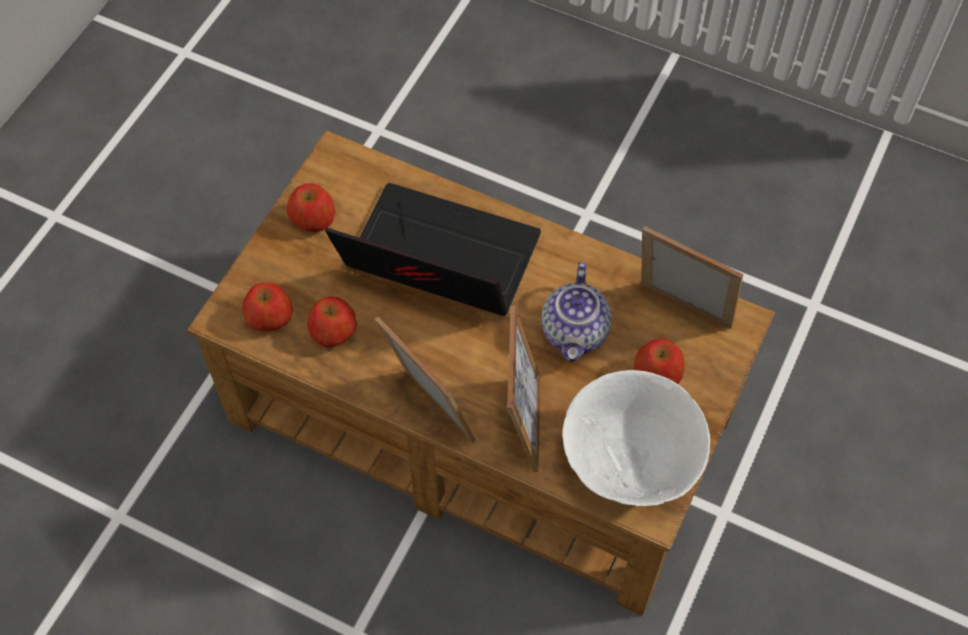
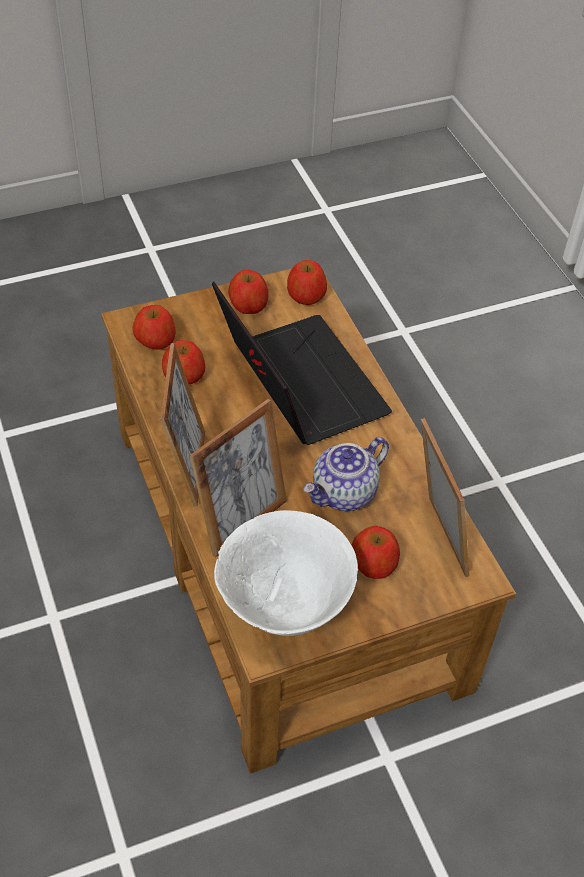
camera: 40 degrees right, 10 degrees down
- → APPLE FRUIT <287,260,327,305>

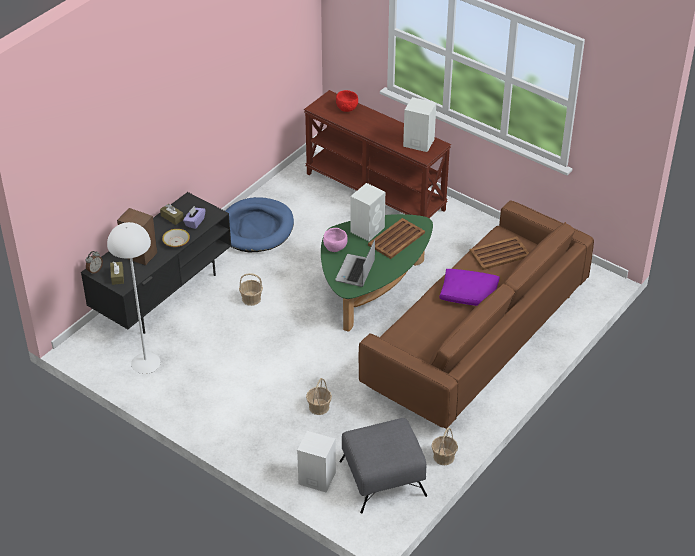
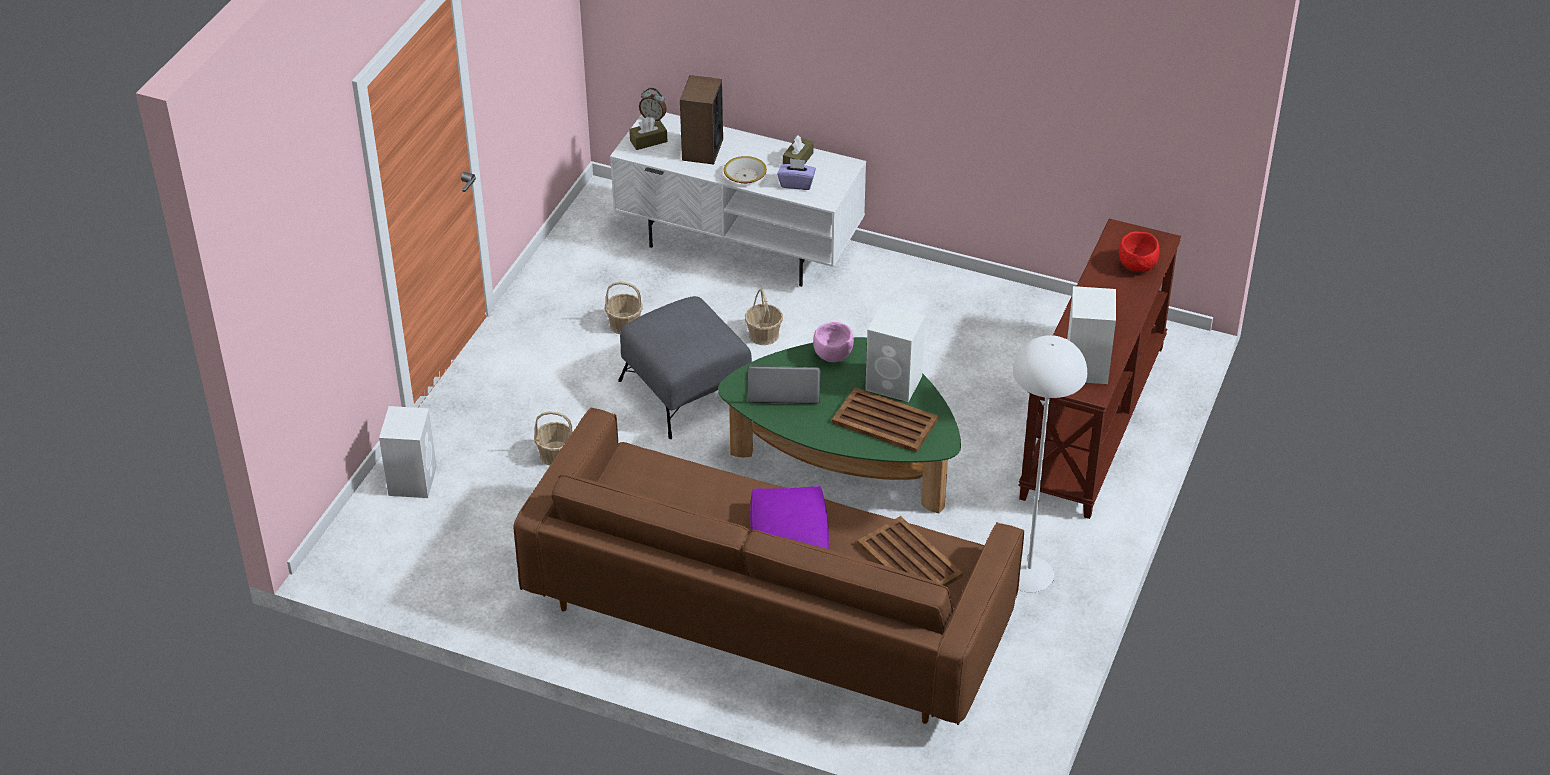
camera: 75 degrees right, 0 degrees up
BLACK-COLOURED MEDIA CONSOLE <81,192,231,334> → WHITE MEDIA CONSOLE <610,113,866,287>
BLUE DOG BED <226,197,294,252> → -
WHITE STANDARD LAMP <107,222,161,374> → WHITE STANDARD LAMP <1013,335,1087,592>, moved
GREYISH OTTOMAN <340,418,427,513> → GREYISH OTTOMAN <618,296,752,439>, moved
STORAGE BASKET <431,428,458,465> → STORAGE BASKET <605,282,643,334>, moved

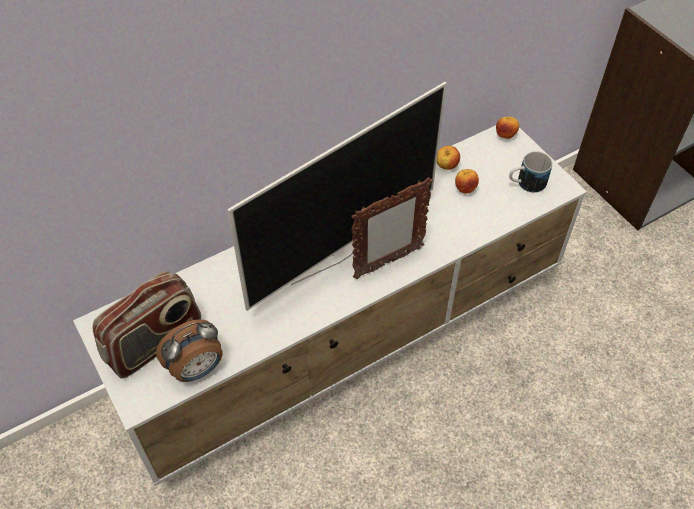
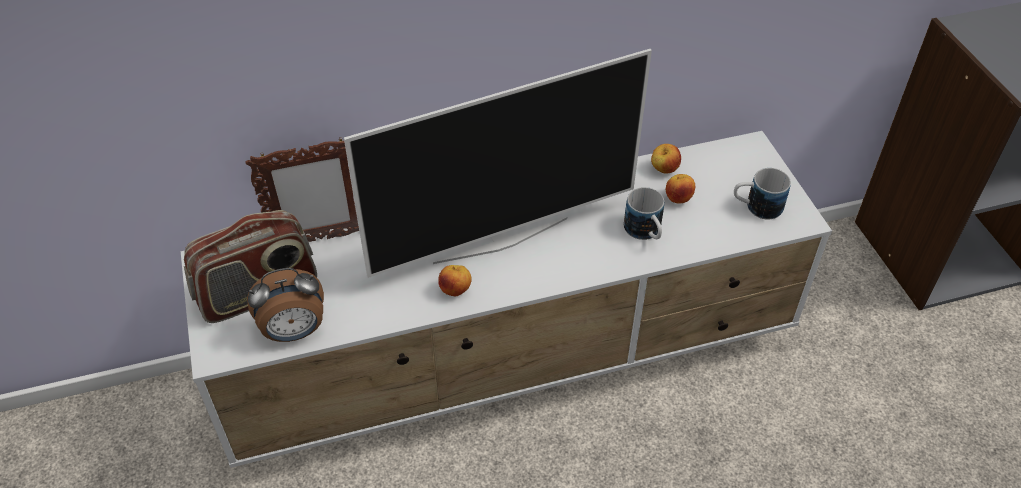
camera: 15 degrees right, 5 degrees down
APPLE FRUIT <496,117,519,139> → APPLE FRUIT <438,265,472,296>, moved
PICTURE FRAME <351,177,433,279> → PICTURE FRAME <246,139,359,242>, moved
- → COFFEE MUG <624,187,664,240>

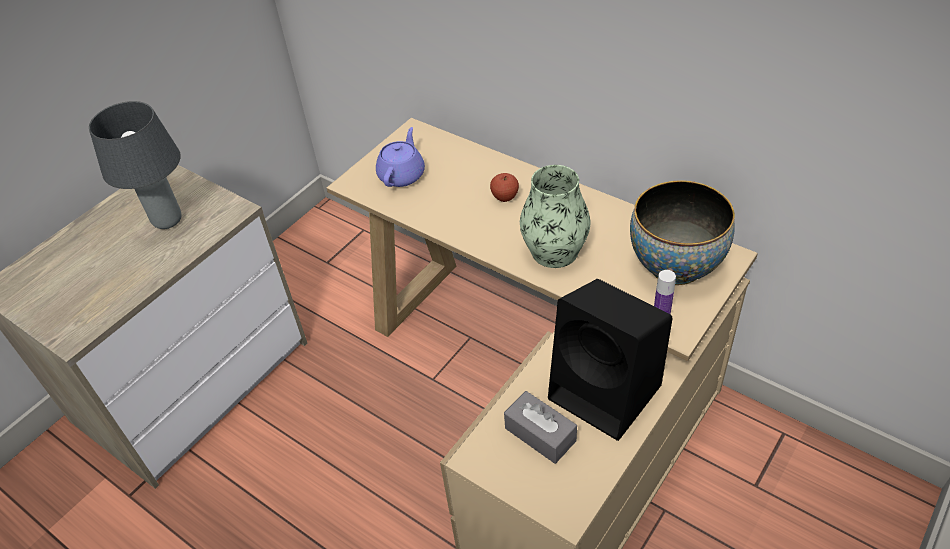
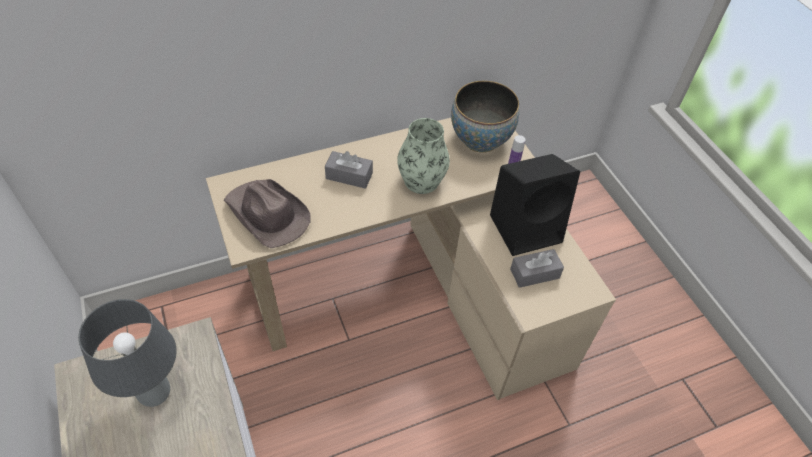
camera: 65 degrees left, 5 degrees up
PURPLE TEA POT <376,127,425,187> → BROWNISH HAT <224,179,310,248>
APPLE FRUIT <490,173,519,202> → GREYISH BOX OF TISSUES <325,151,373,189>

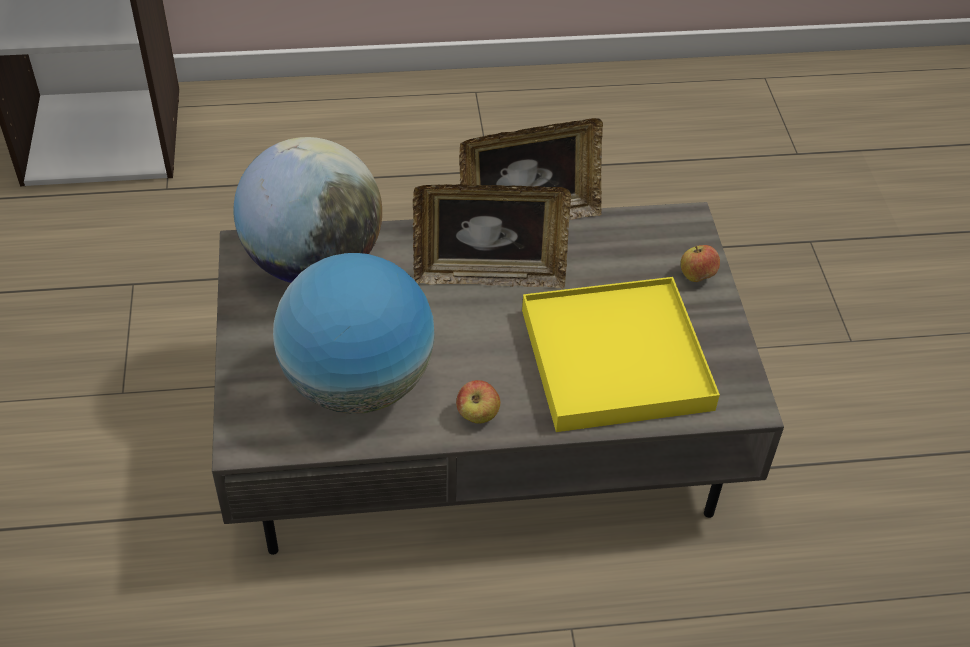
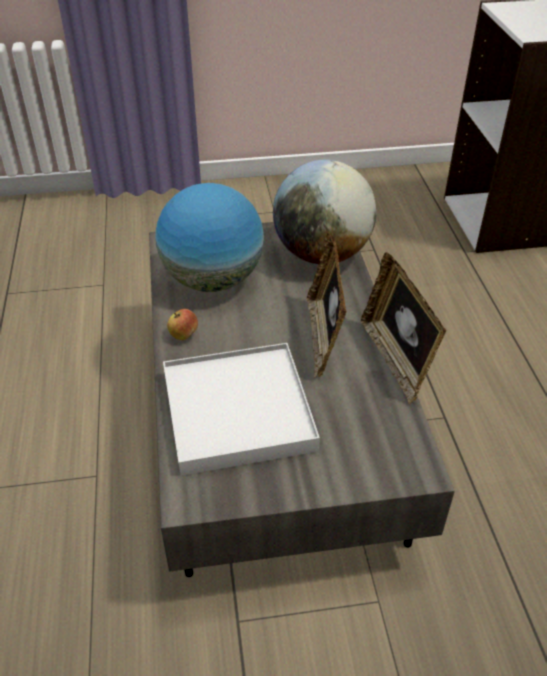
camera: 90 degrees right, 5 degrees down
APPLE FRUIT <681,245,720,282> → -
YELLOW-COLOURED CARRYING TRAY <522,277,720,432> → WHITE CARRYING TRAY <163,343,320,476>

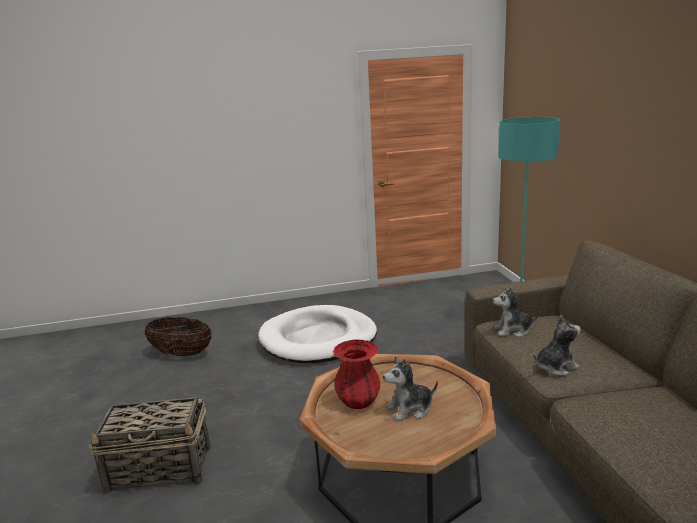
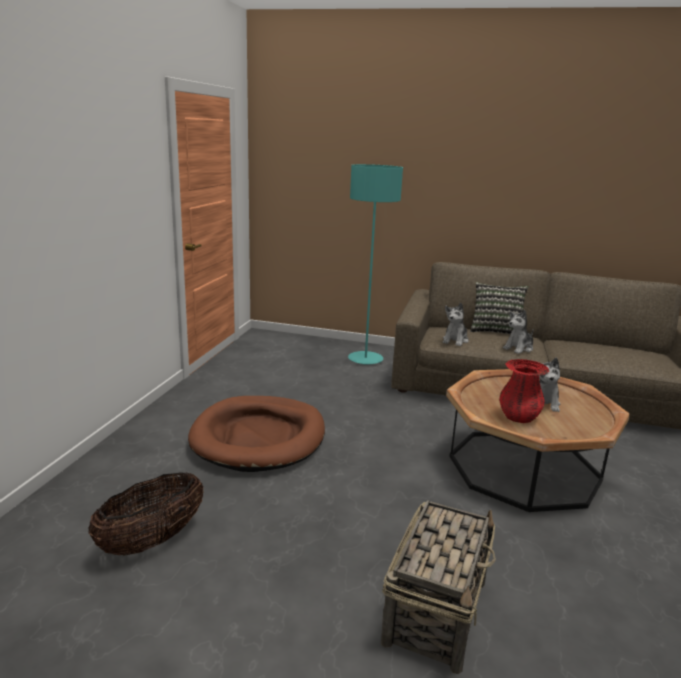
camera: 65 degrees left, 0 degrees up
WHITE DOG BED <258,305,377,363> → BROWNISH DOG BED <188,396,325,472>
CUDDLY TOY <534,315,581,376> → CUDDLY TOY <503,310,534,354>, 135 degrees counterclockwise
- → CUSHION <470,282,529,334>

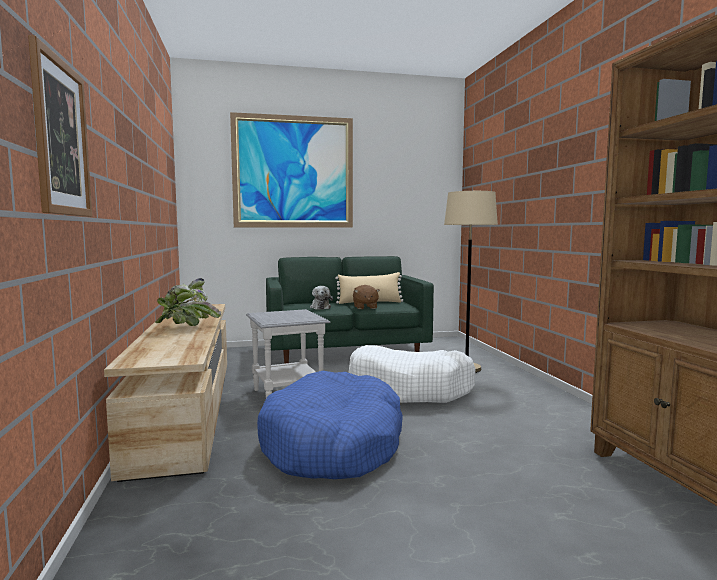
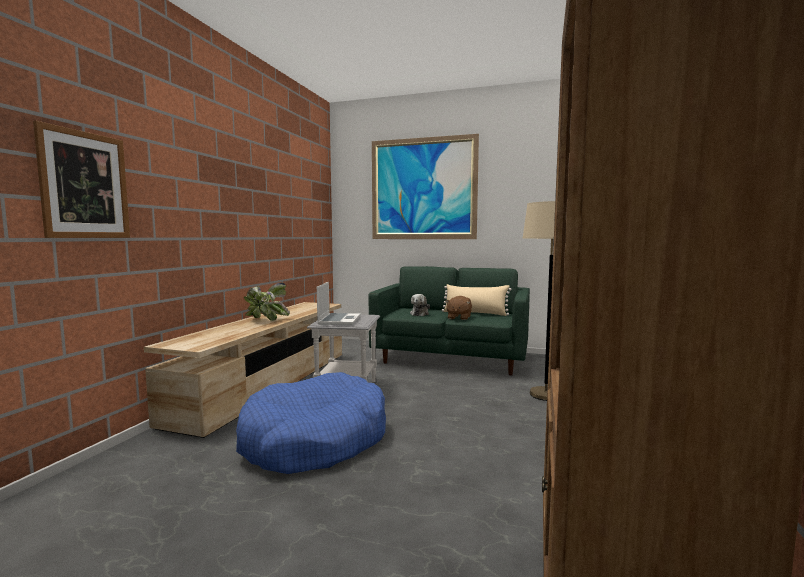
camera: 30 degrees right, 0 degrees up
WHITE DOG BED <349,345,476,403> → -
- → NOTEBOOK COMPUTER <317,282,360,325>

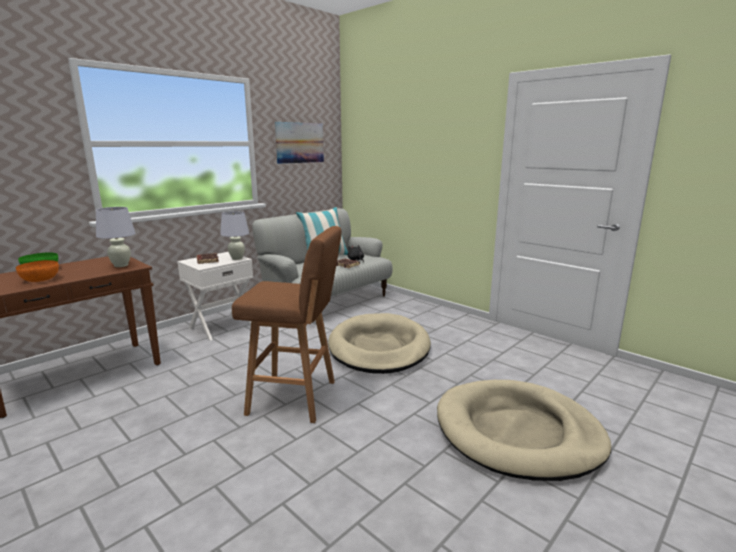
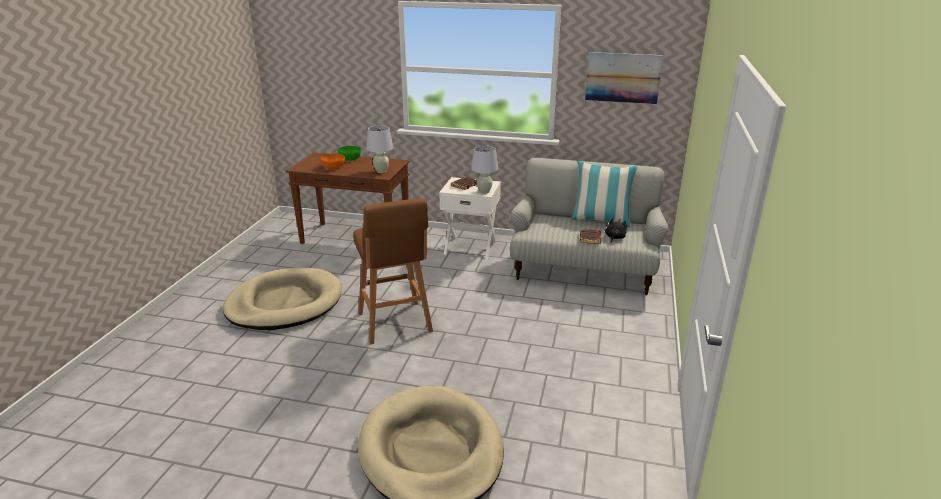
camera: 60 degrees right, 10 degrees up
SAND-COLOURED DOG BED <328,313,431,374> → SAND-COLOURED DOG BED <223,268,342,330>, moved

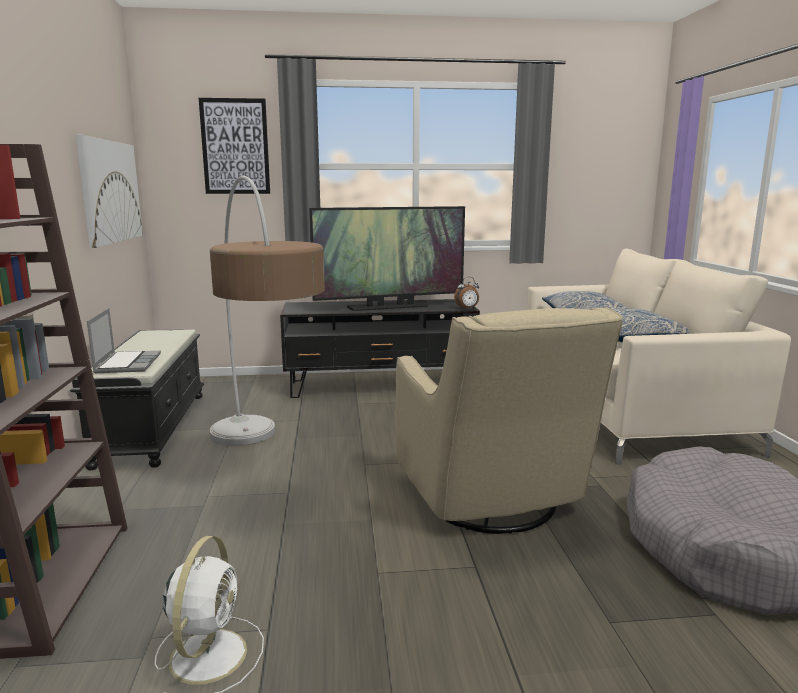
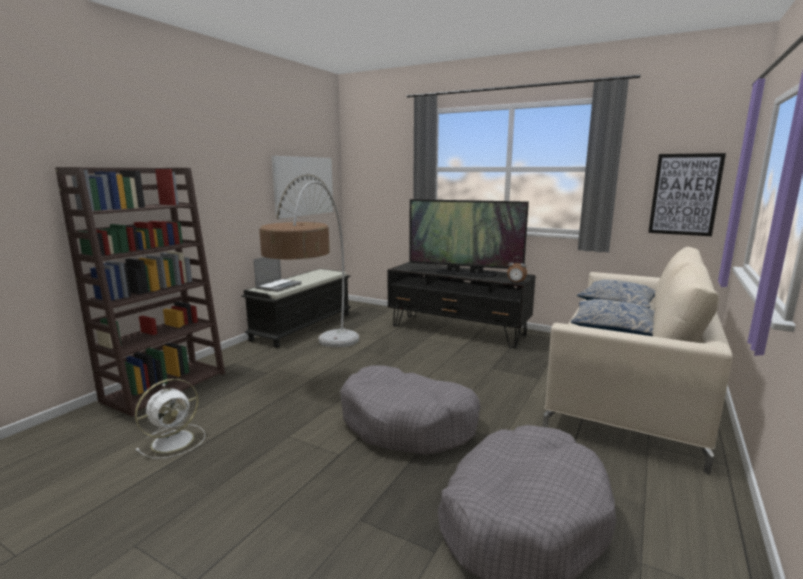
camera: 35 degrees right, 0 degrees up
WALL ART <199,98,270,194> → WALL ART <648,153,726,236>, moved
SAND-COLOURED LOUNGE CHAIR <395,307,623,534> → GREYISH DOG BED <340,365,481,455>

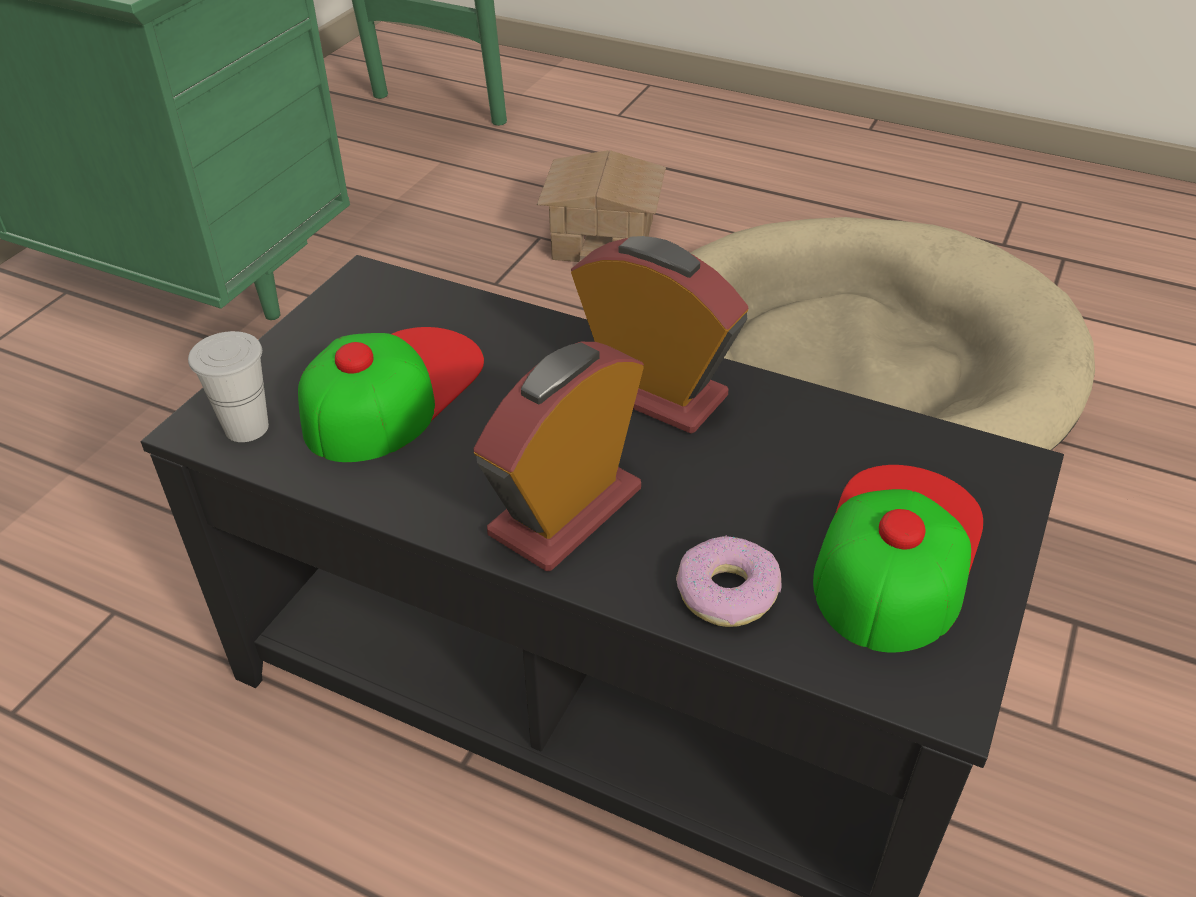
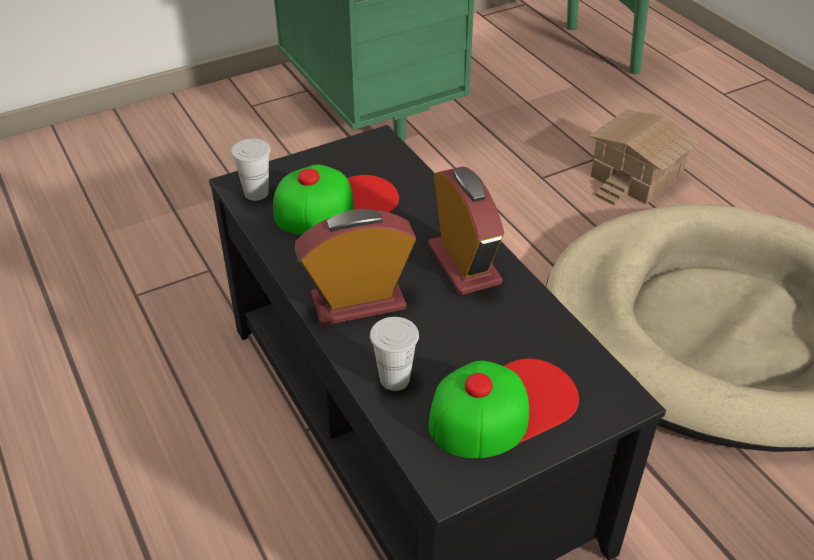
camera: 35 degrees right, 0 degrees up
DOUGHNUT <676,535,782,627> → WHITE SMALL CUP <370,317,419,391>

